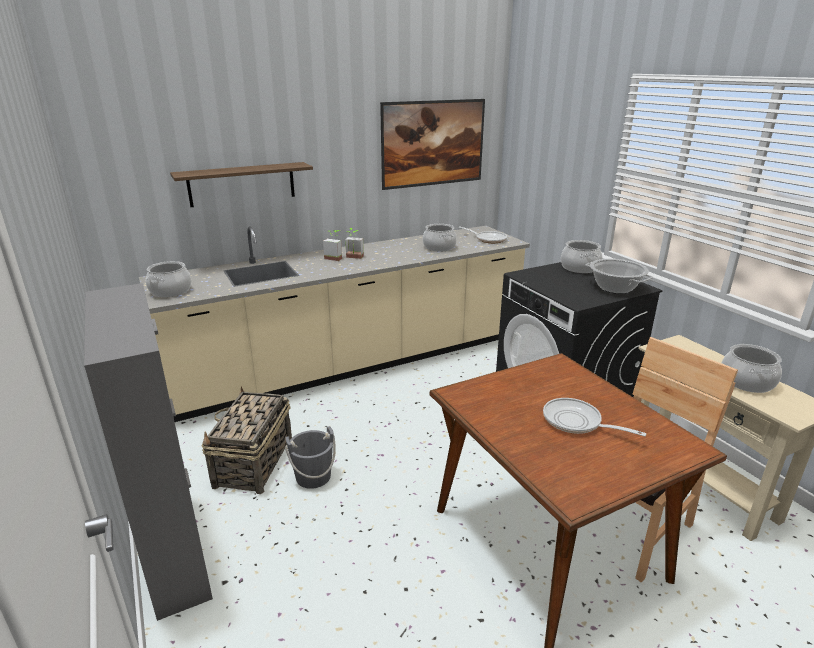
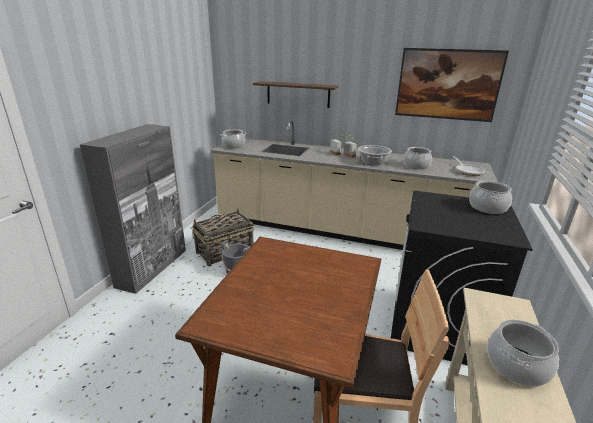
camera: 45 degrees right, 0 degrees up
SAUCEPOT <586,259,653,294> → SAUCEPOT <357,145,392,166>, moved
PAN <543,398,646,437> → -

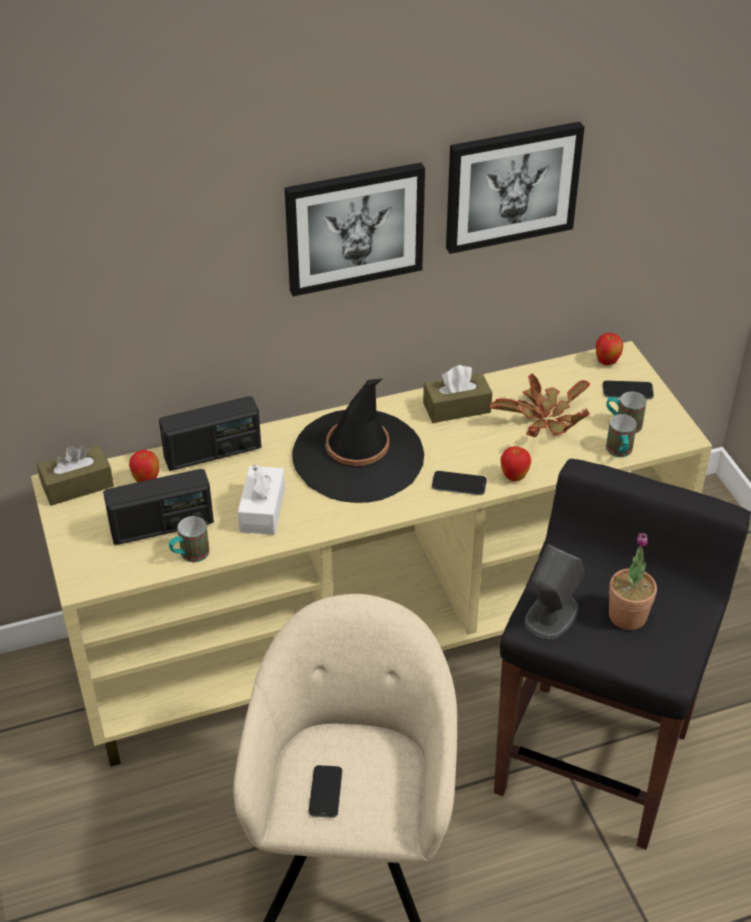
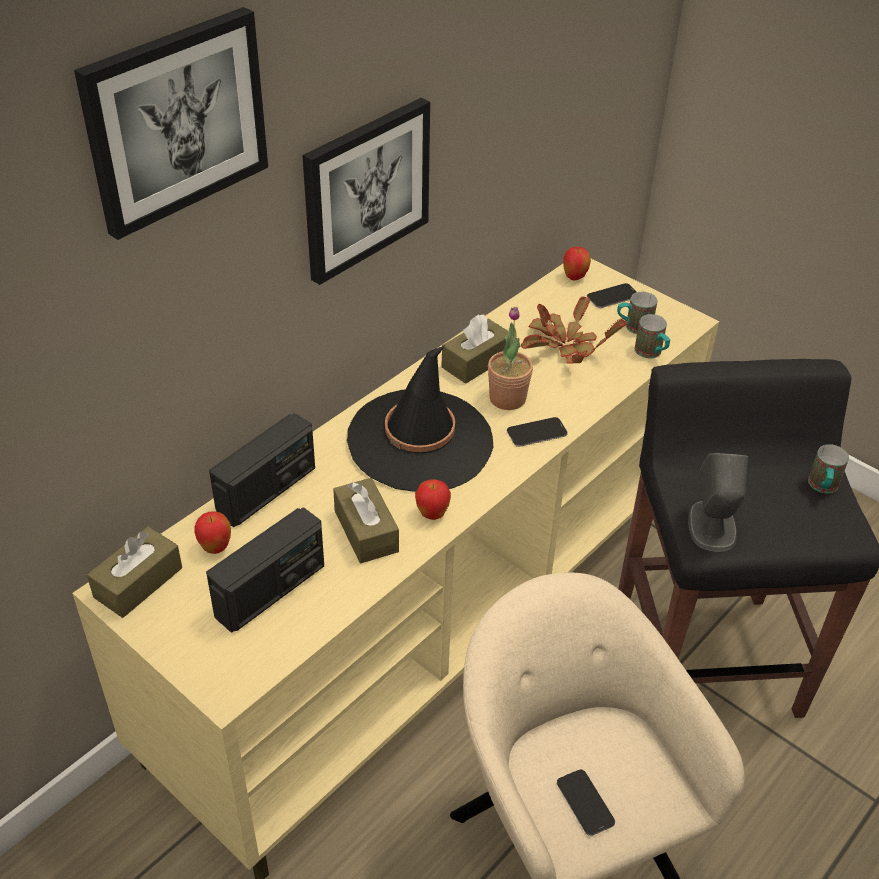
camera: 30 degrees left, 0 degrees up
WALL ART <446,122,585,254> → WALL ART <74,7,268,240>, moved
APPLE FRUIT <501,446,531,481> → APPLE FRUIT <415,479,451,520>, moved
WHITE BOX OF TISSUES <238,465,285,535> → BROWNISH BOX OF TISSUES <333,478,399,563>
COFFEE MUG <169,516,210,562> → COFFEE MUG <808,444,849,493>, moved
HOUSEPLANT <609,533,657,630> → HOUSEPLANT <488,307,533,410>, moved

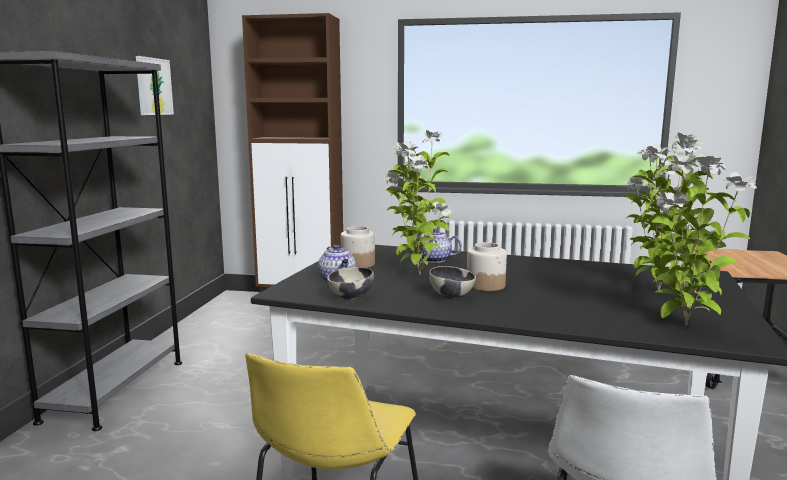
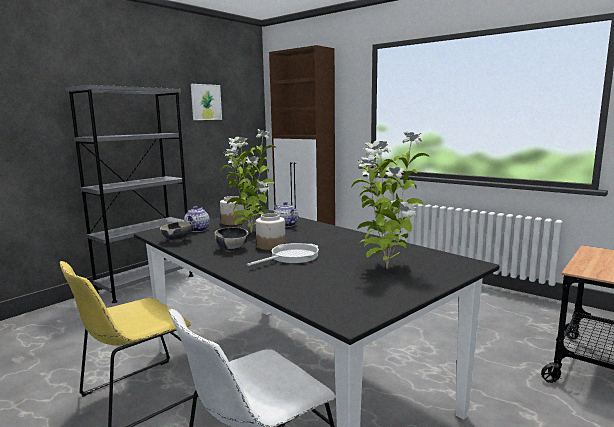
camera: 30 degrees right, 0 degrees up
HOUSEPLANT <652,138,759,326> → -
- → PAN <247,243,319,266>

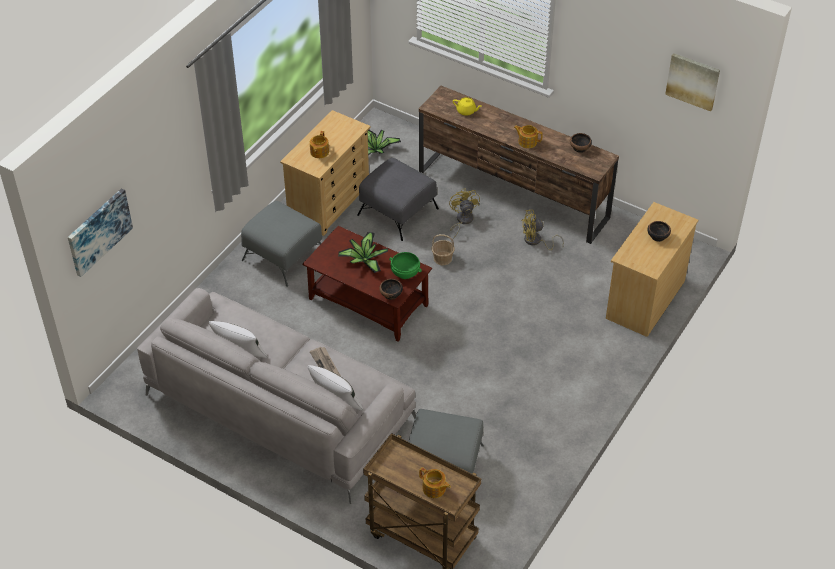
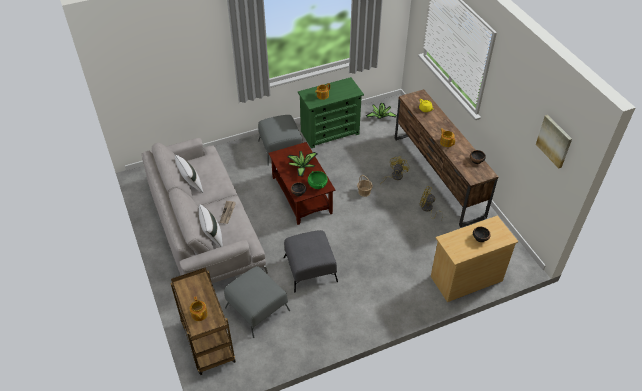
camera: 35 degrees right, 0 degrees up
SAND-COLOURED DRAWER CHEST <280,110,371,236> → GREEN DRAWER CHEST <298,77,364,148>
GREYISH OTTOMAN <357,158,439,241> → GREYISH OTTOMAN <284,230,338,292>, moved
WALL ART <68,188,133,277> → -

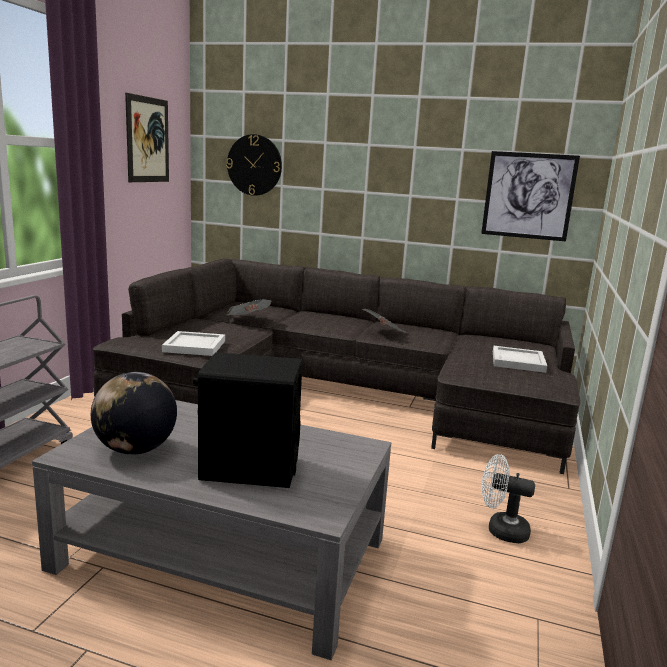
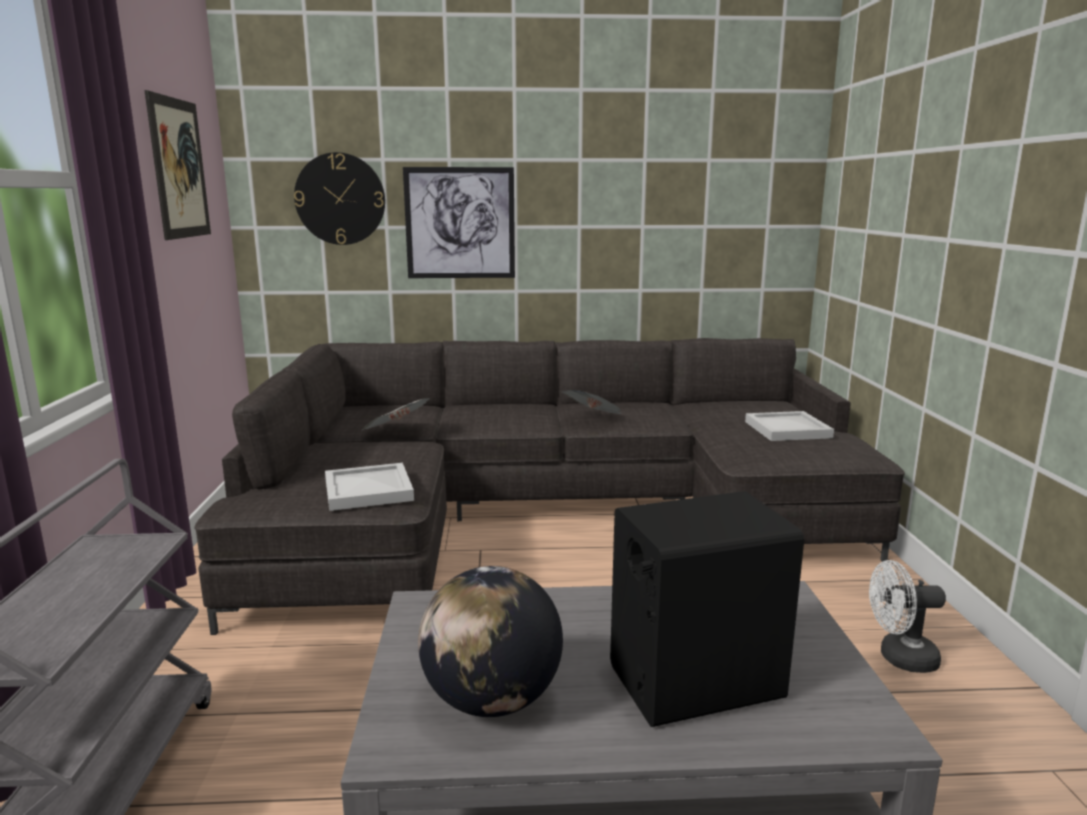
camera: 20 degrees left, 0 degrees up
WALL ART <481,151,580,241> → WALL ART <403,167,515,278>, moved

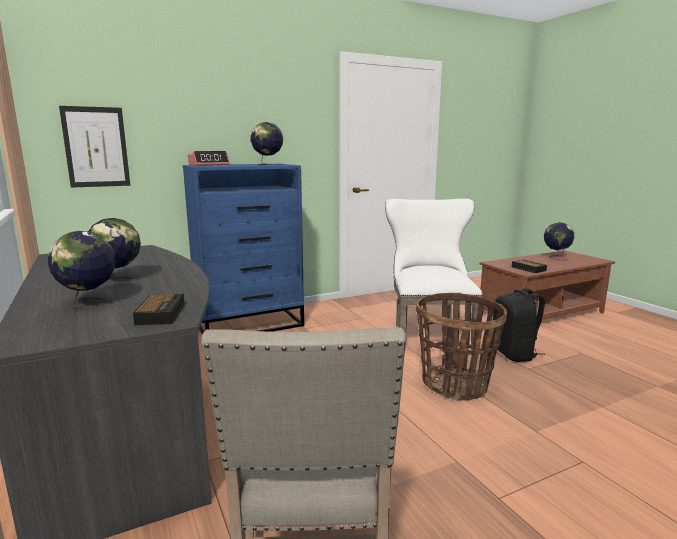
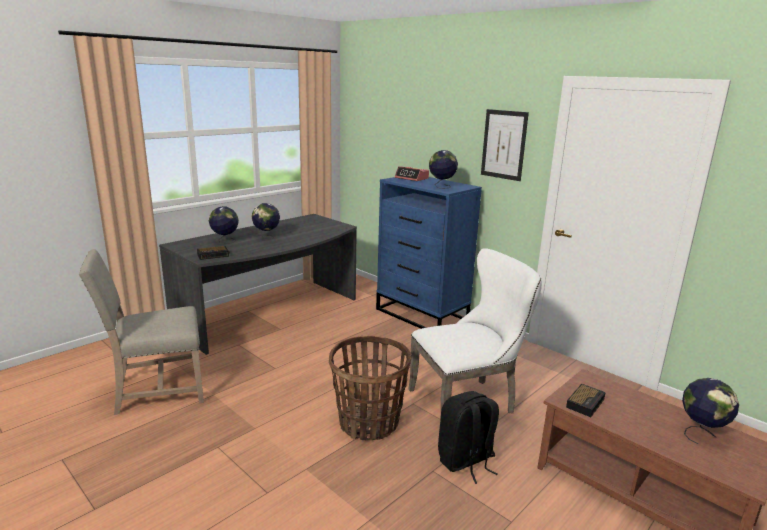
camera: 70 degrees right, 5 degrees up
WALL ART <59,106,130,188> → WALL ART <481,109,529,181>, moved

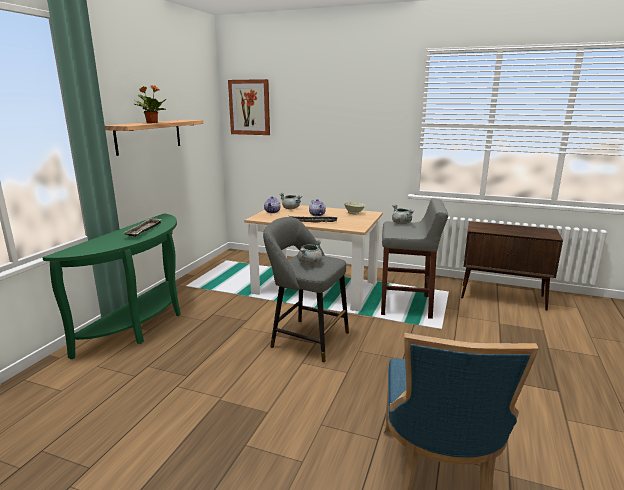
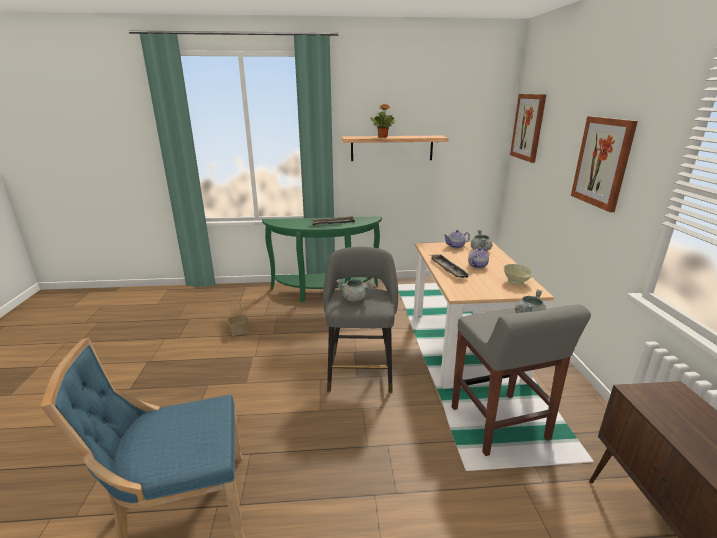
camera: 65 degrees right, 5 degrees up
- → WALL ART <571,116,638,212>
- → STORAGE BASKET <228,298,249,336>

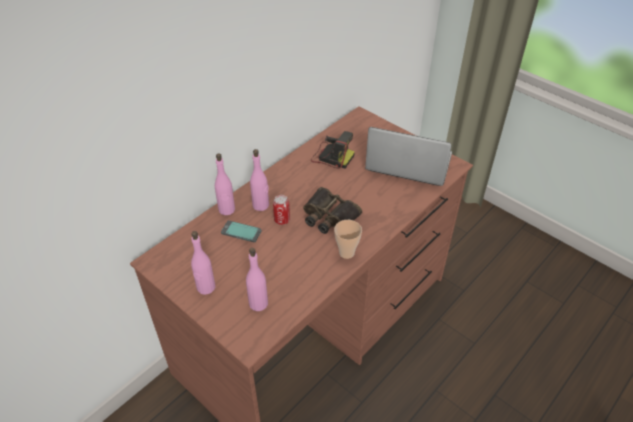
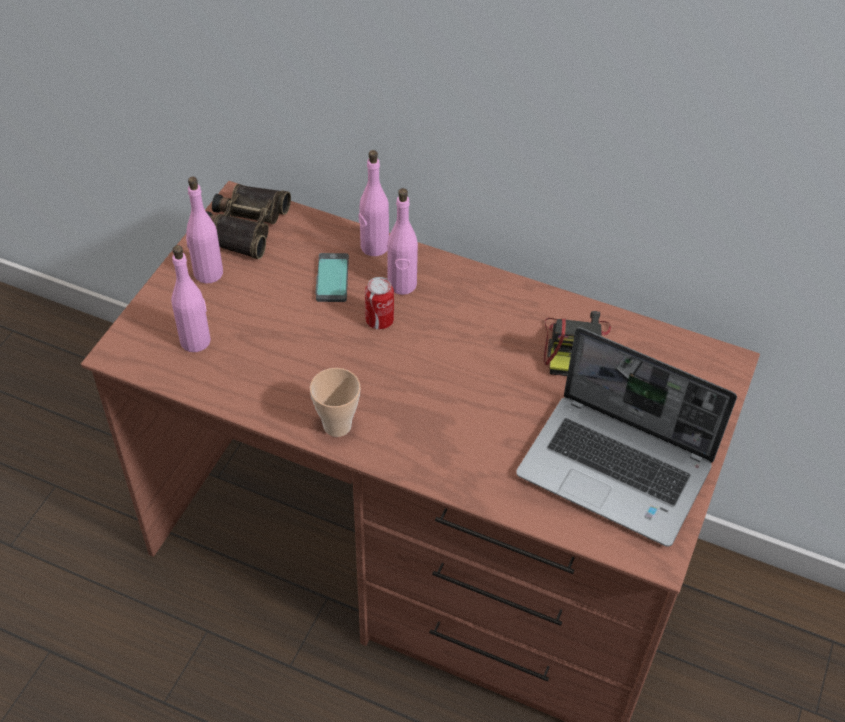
camera: 70 degrees right, 5 degrees up
NOTEBOOK COMPUTER <365,127,452,186> → NOTEBOOK COMPUTER <516,327,737,547>, 120 degrees clockwise
PAIR OF BINOCULARS <303,187,362,234> → PAIR OF BINOCULARS <206,184,291,259>, moved

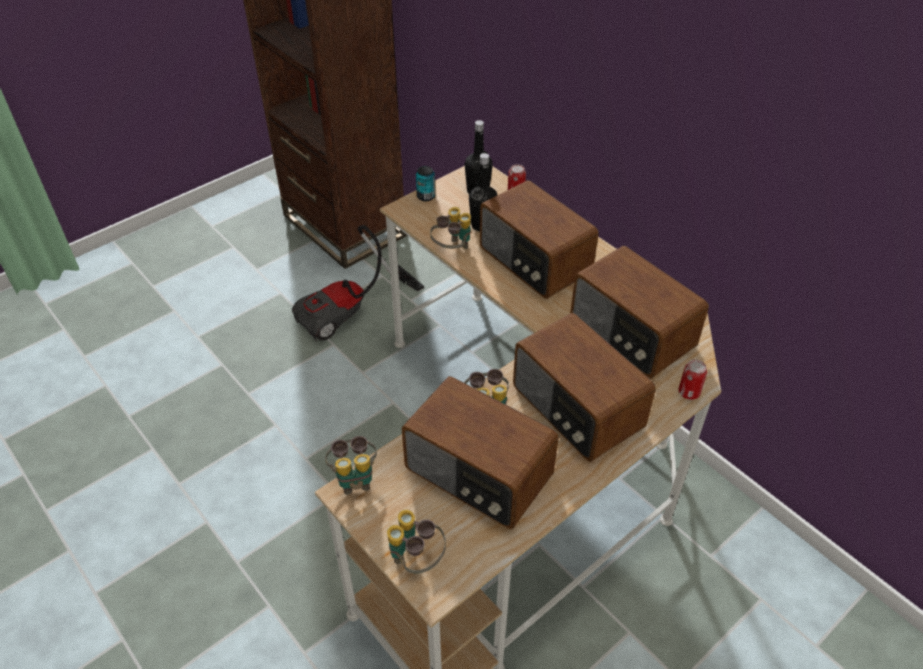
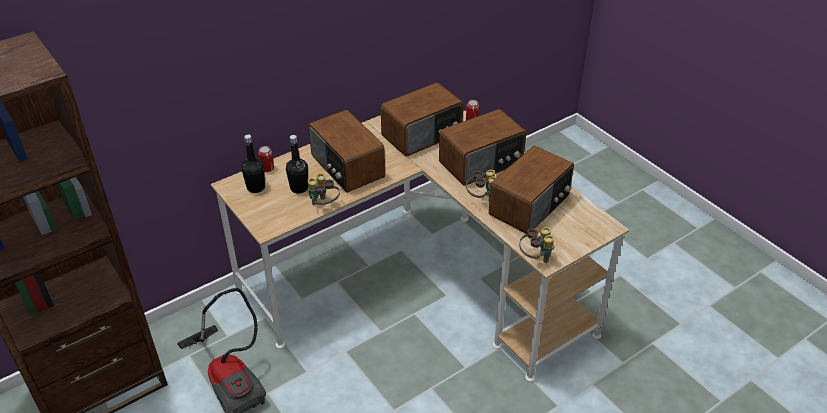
camera: 85 degrees left, 5 degrees down
SEALED CAN <416,166,435,201> → -
RADIO RECEIVER <480,180,599,299> → RADIO RECEIVER <308,110,385,193>, 90 degrees clockwise
PAIR OF BINOCULARS <387,510,446,574> → -

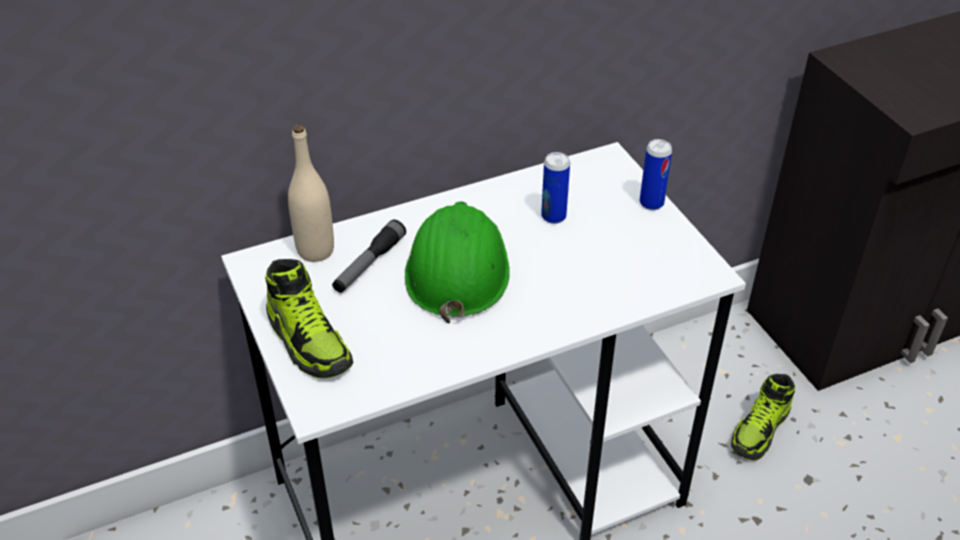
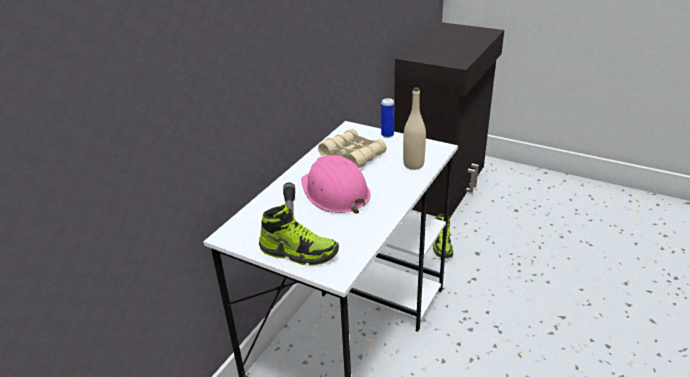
camera: 35 degrees left, 10 degrees down
SAND-COLOURED BOTTLE <288,125,334,262> → SAND-COLOURED BOTTLE <403,87,426,170>, moved
SEALED CAN <541,152,570,224> → SAND-COLOURED PAIR OF BINOCULARS <318,129,387,168>
GREEN WORK HELMET <405,201,510,324> → PINKISH WORK HELMET <301,155,371,213>

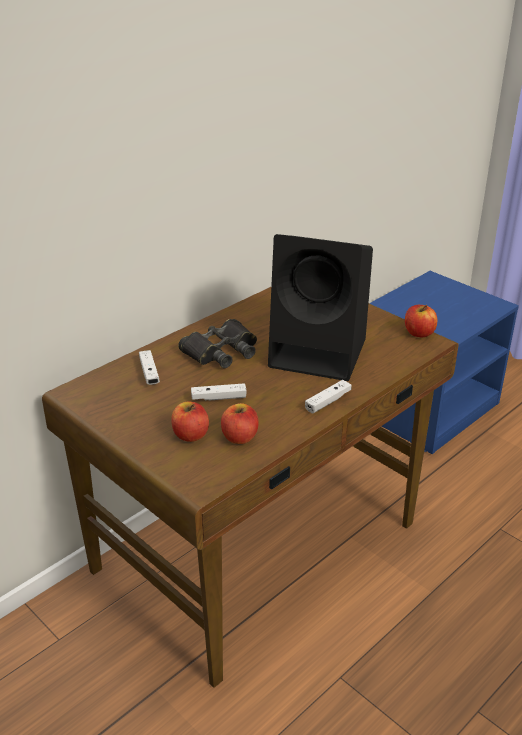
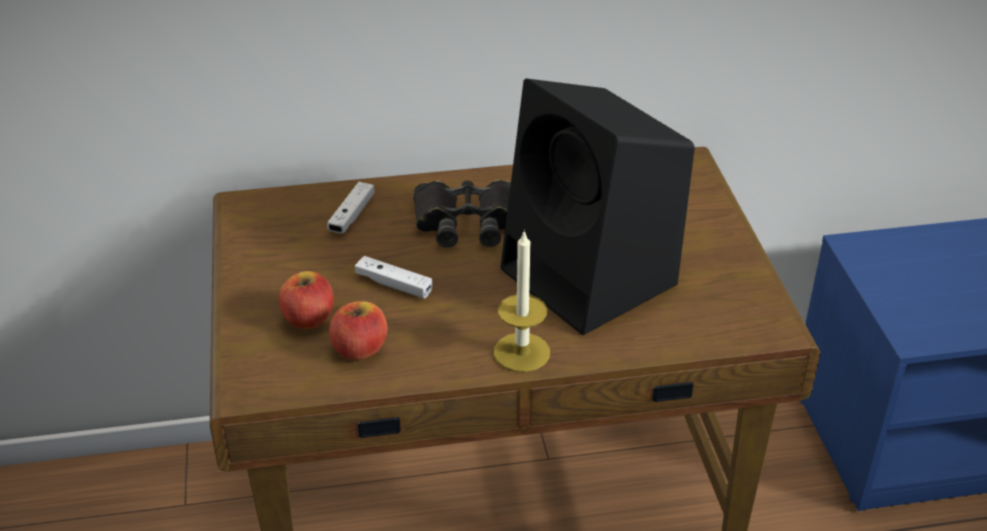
camera: 35 degrees right, 5 degrees up
APPLE FRUIT <405,305,437,337> → -
WHITE GAME CONTROLLER <305,380,352,413> → WAX CANDLE <494,230,550,372>

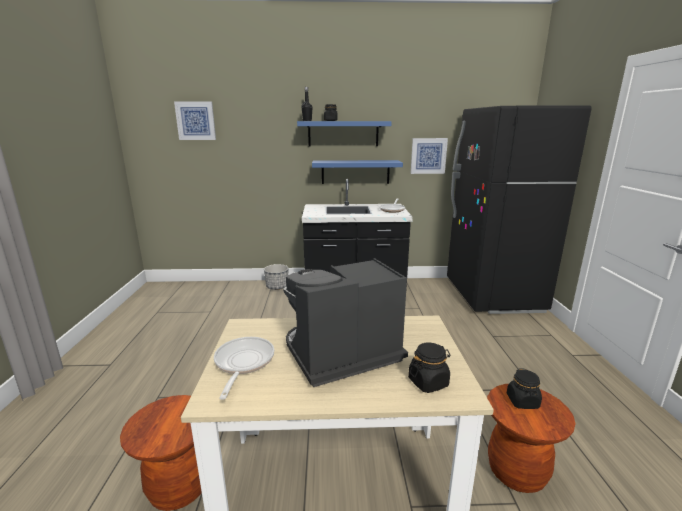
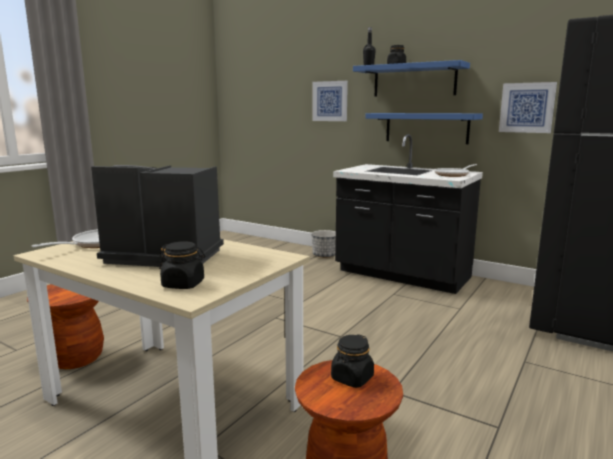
camera: 35 degrees right, 5 degrees down
WALL ART <174,102,216,140> → WALL ART <312,81,348,121>, moved

